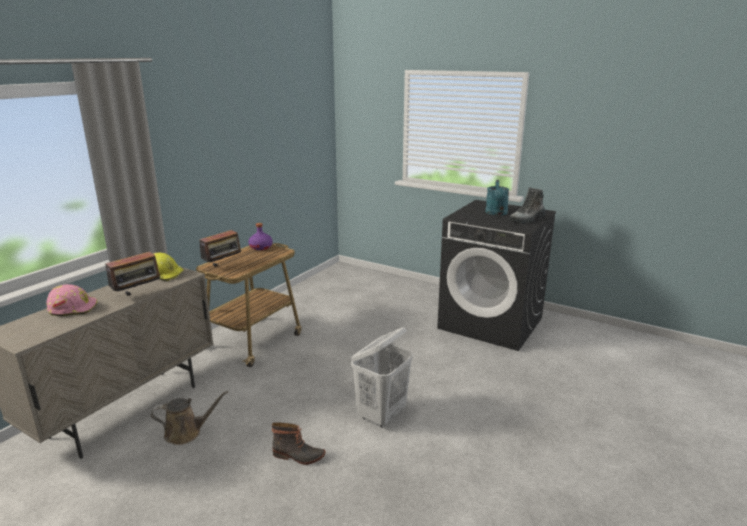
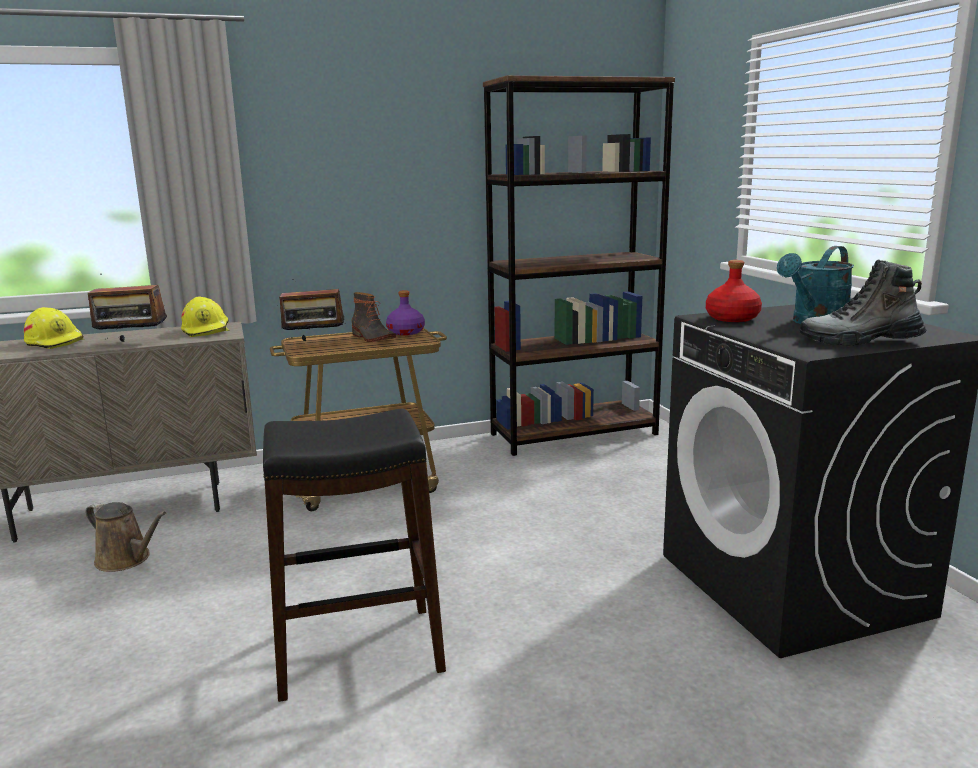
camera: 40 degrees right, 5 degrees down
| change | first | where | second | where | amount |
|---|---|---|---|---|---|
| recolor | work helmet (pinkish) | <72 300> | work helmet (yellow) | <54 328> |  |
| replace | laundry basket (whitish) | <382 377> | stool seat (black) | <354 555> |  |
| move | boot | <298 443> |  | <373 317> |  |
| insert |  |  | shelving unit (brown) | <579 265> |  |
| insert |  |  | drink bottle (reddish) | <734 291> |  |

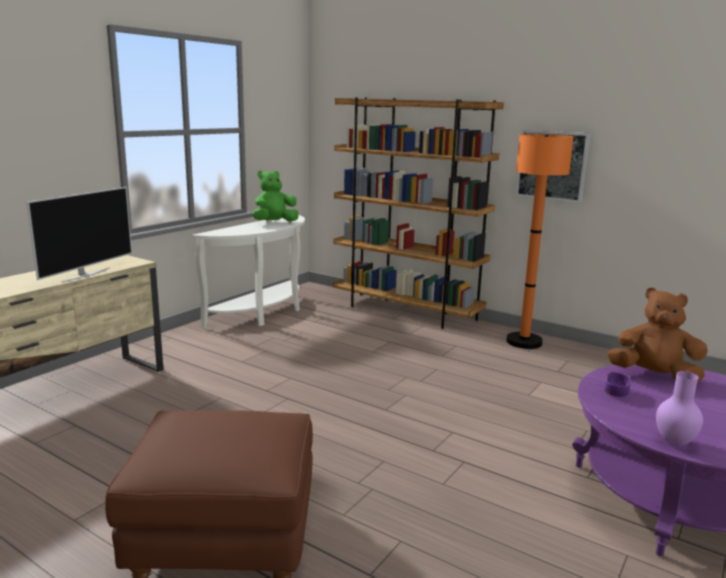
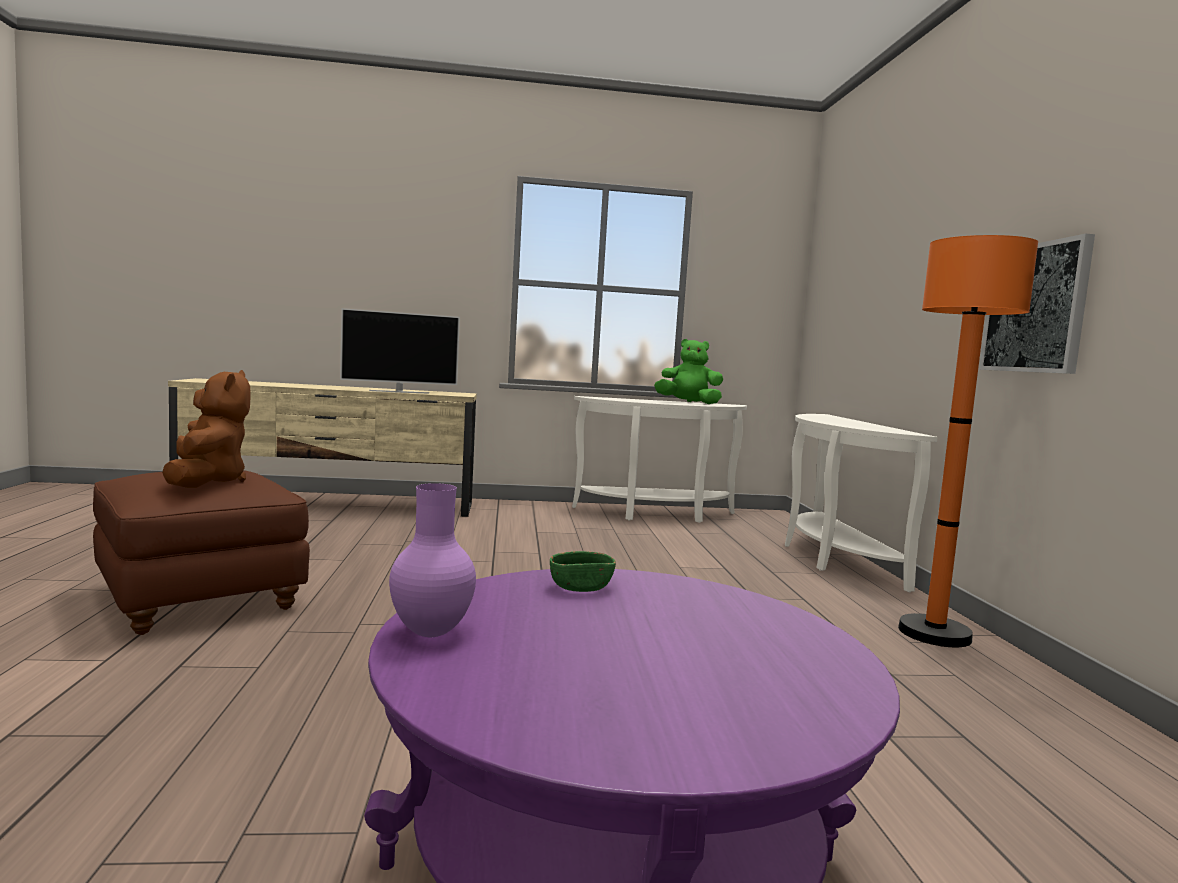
camera: 50 degrees right, 10 degrees down
| change | first | where | second | where | amount |
|---|---|---|---|---|---|
| replace | shelving unit (brown) | <418 213> | hall table (whitish) | <861 503> |  |
| move | plush toy (brown) | <658 335> |  | <206 429> |  |
| recolor | deep dish (purple-coloured) | <617 384> | deep dish (greenish) | <583 571> |  |

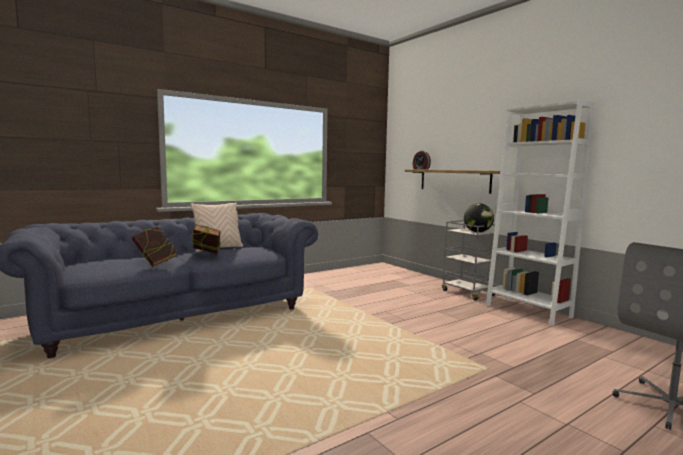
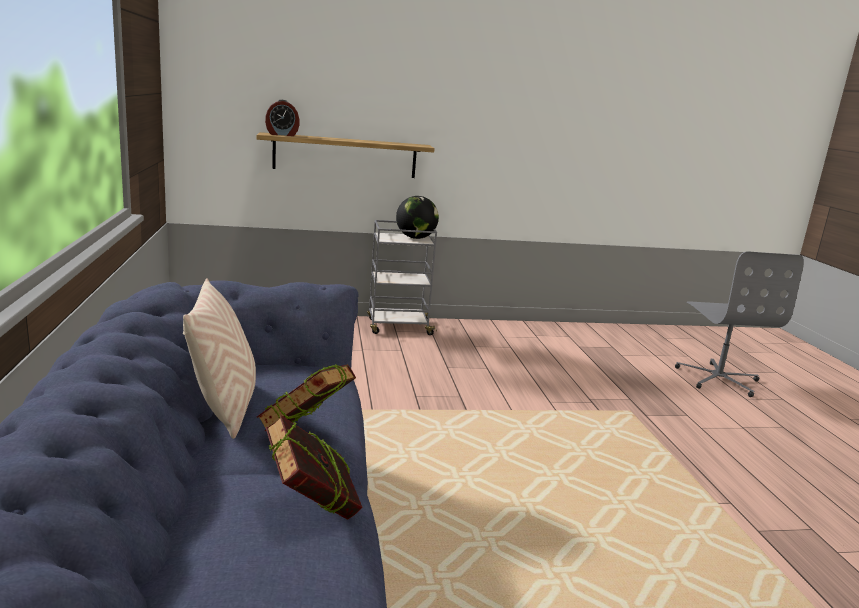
camera: 65 degrees left, 10 degrees up
| change | first | where | second | where | amount |
|---|---|---|---|---|---|
| delete | shelving unit (whitish) | <540 212> |  |  |  |

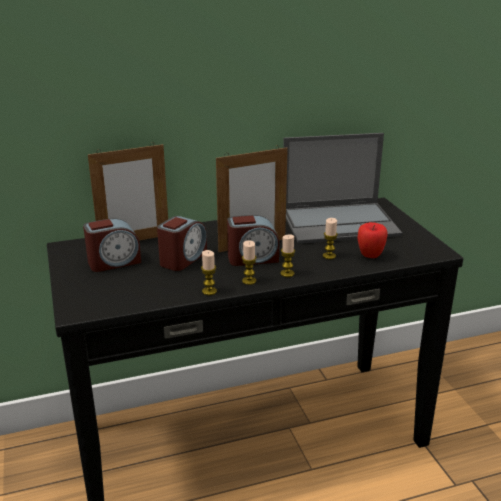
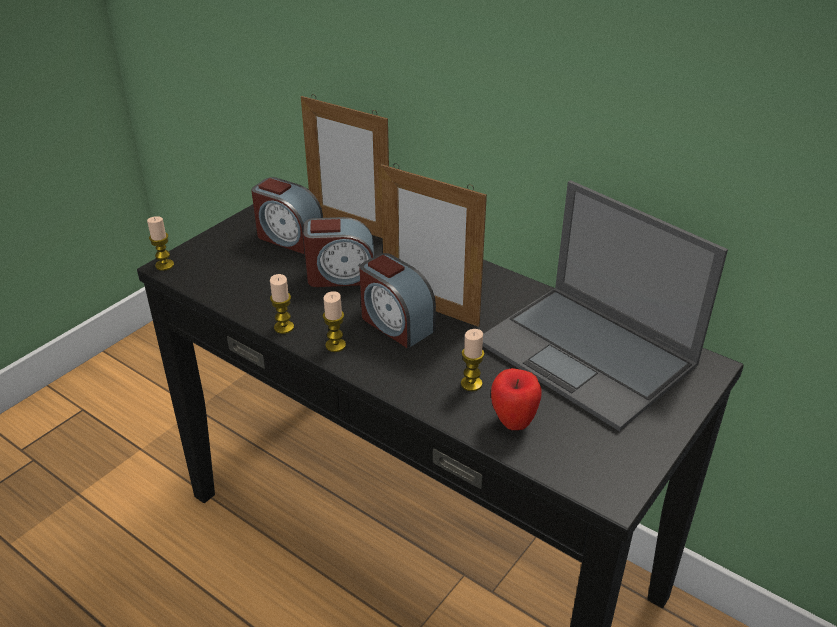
camera: 55 degrees right, 10 degrees up
| change | first | where | second | where | amount |
|---|---|---|---|---|---|
| move | candle | <287 255> |  | <160 243> |  |

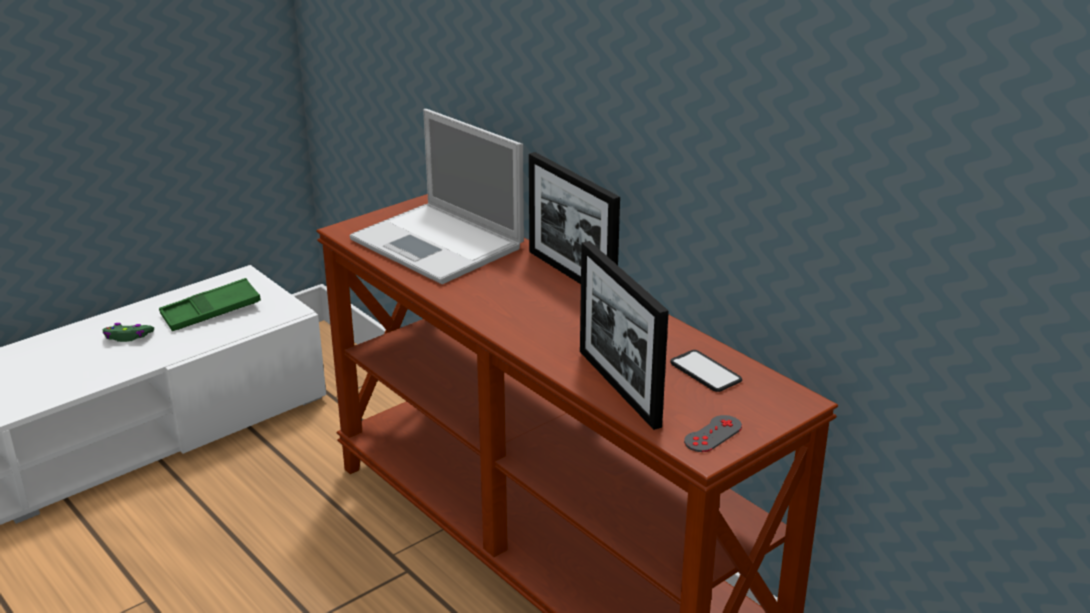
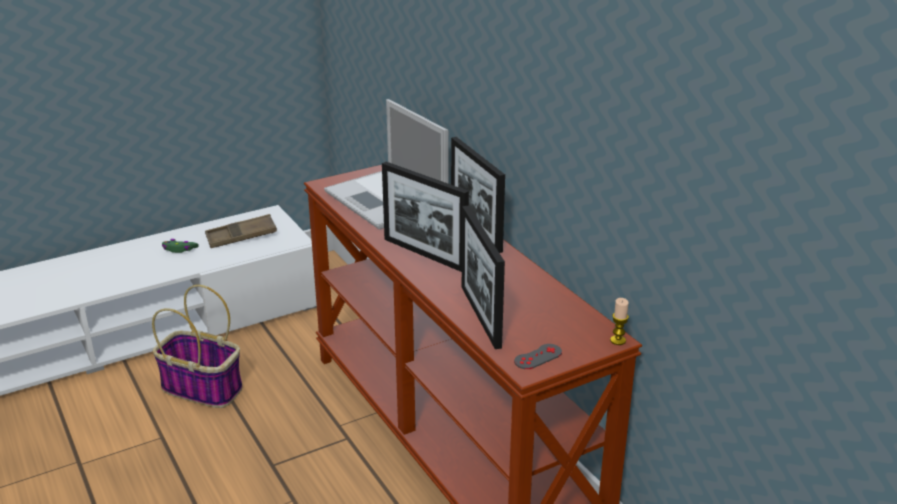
camera: 10 degrees right, 0 degrees up
| change | first | where | second | where | amount |
|---|---|---|---|---|---|
| recolor | serving tray (greenish) | <210 304> | serving tray (brown) | <241 231> |  |
| delete | telephone | <706 371> |  |  |  |
| insert |  |  | picture frame | <425 217> |  |
| insert |  |  | household basket | <197 346> |  |
| insert |  |  | candle | <619 321> |  |

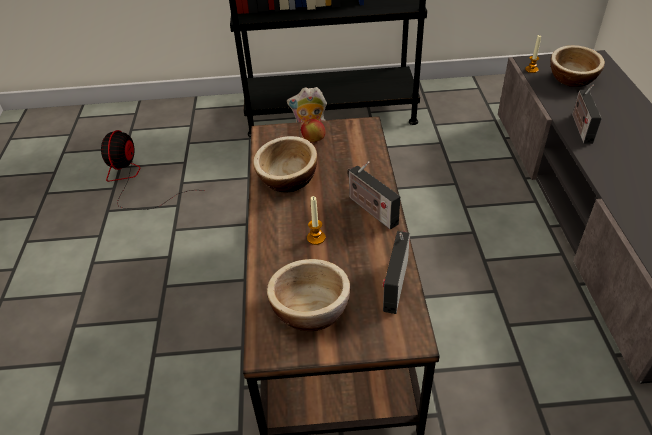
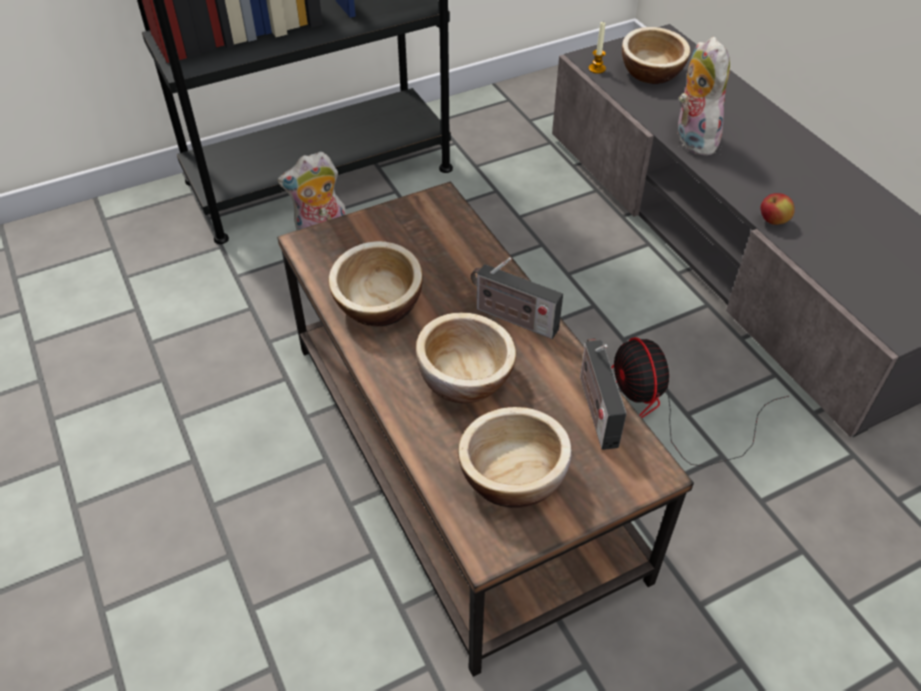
camera: 25 degrees left, 5 degrees up
| change | first | where | second | where | amount |
|---|---|---|---|---|---|
| replace | radio | <587 114> | plush toy | <703 96> |  |
| move | apple | <313 130> |  | <777 209> |  |
| move | cooling fan | <153 170> |  | <700 401> |  |
| replace | candle | <316 220> | deep dish | <466 358> |  |

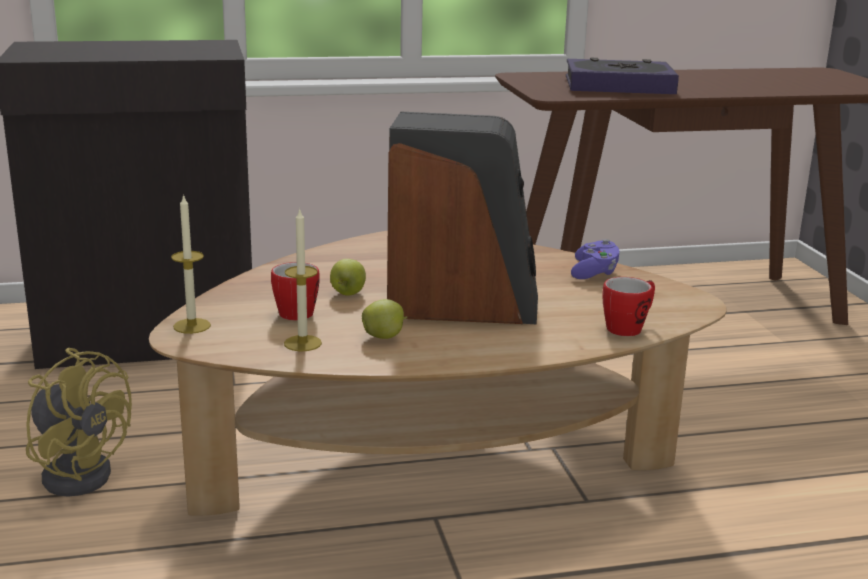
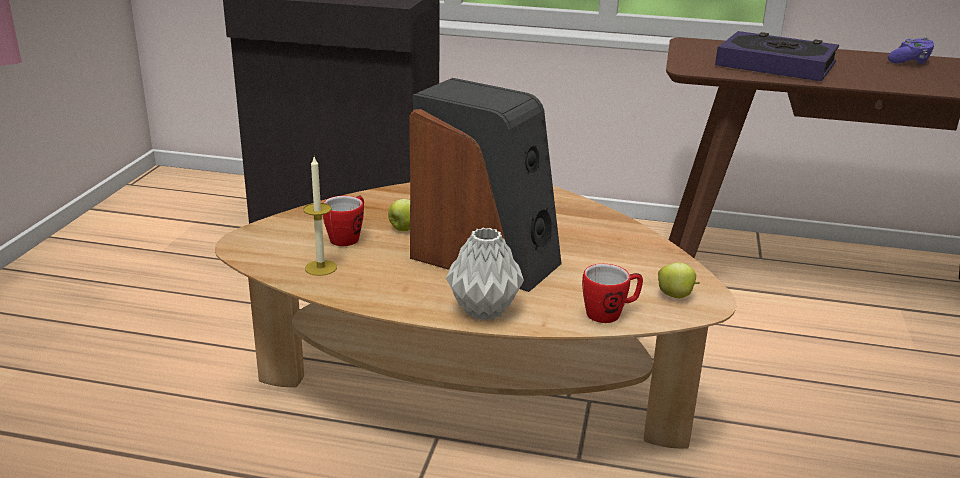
camera: 25 degrees right, 5 degrees up
| change | first | where | second | where | amount |
|---|---|---|---|---|---|
| delete | candle | <191 264> |  |  |  |
| move | joypad (purple-coloured) | <595 259> |  | <911 50> |  |
| move | apple | <385 319> |  | <679 280> |  |
| delete | cooling fan (yellow) | <79 422> |  |  |  |
| insert |  |  | decorative vase (gray) | <485 274> |  |

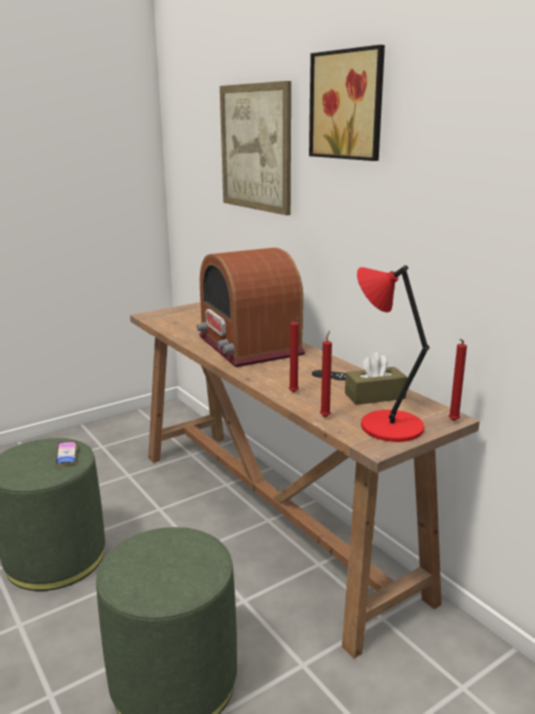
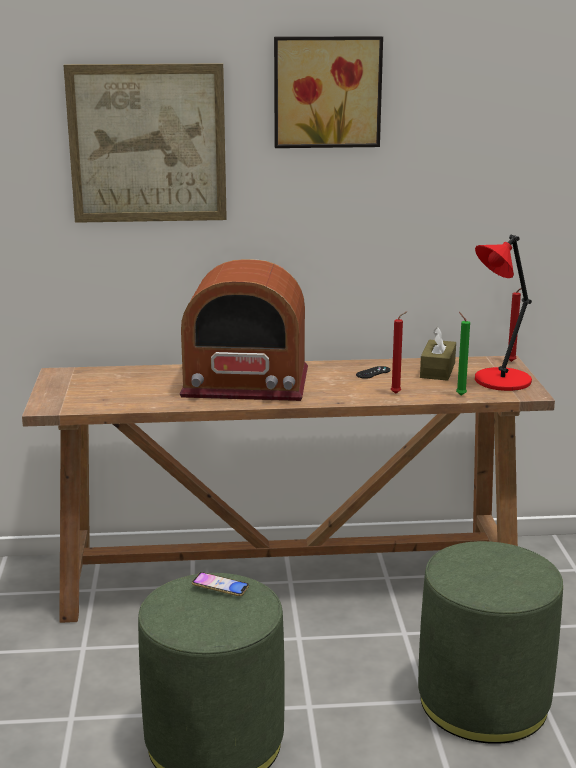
camera: 60 degrees left, 0 degrees up
| change | first | where | second | where | amount |
|---|---|---|---|---|---|
| recolor | candle (reddish) | <326 374> | candle (greenish) | <463 354> |  |

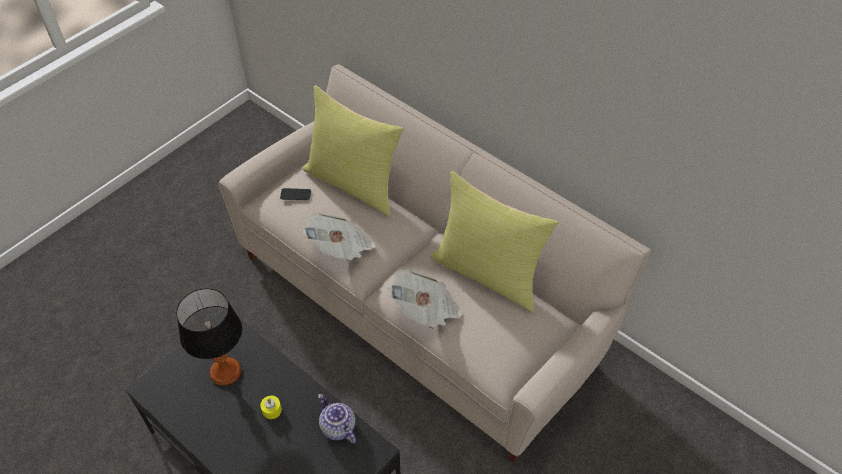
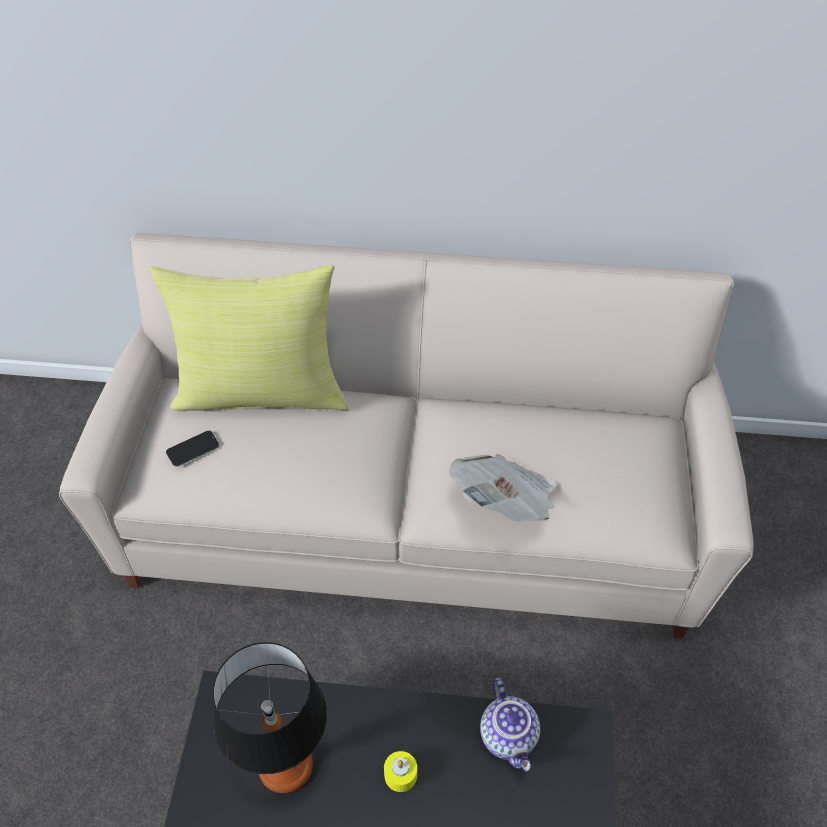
camera: 35 degrees left, 0 degrees up
| change | first | where | second | where | amount |
|---|---|---|---|---|---|
| delete | pillow (yellow) | <494 241> |  |  |  |
| delete | printed paper | <338 237> |  |  |  |
| rotate | pot for tea | <337 419> |  | <510 724> | 120 degrees counterclockwise |

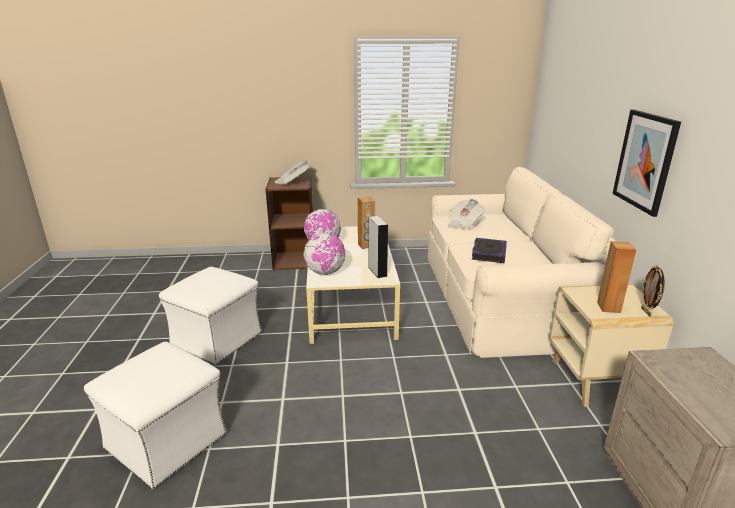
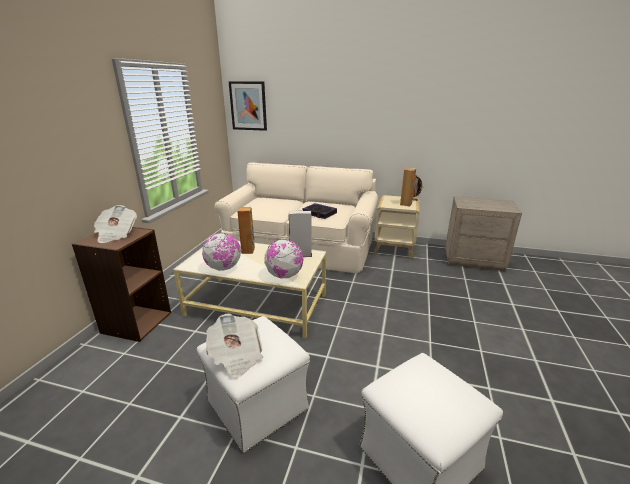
camera: 70 degrees left, 0 degrees up
| change | first | where | second | where | amount |
|---|---|---|---|---|---|
| move | picture | <647 163> |  | <248 106> |  |
| move | printed paper | <466 214> |  | <234 346> |  |

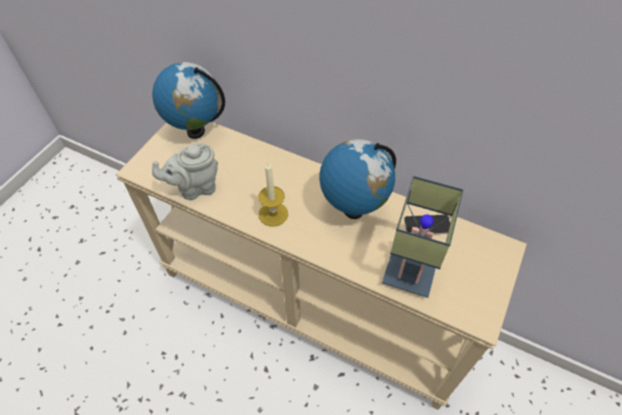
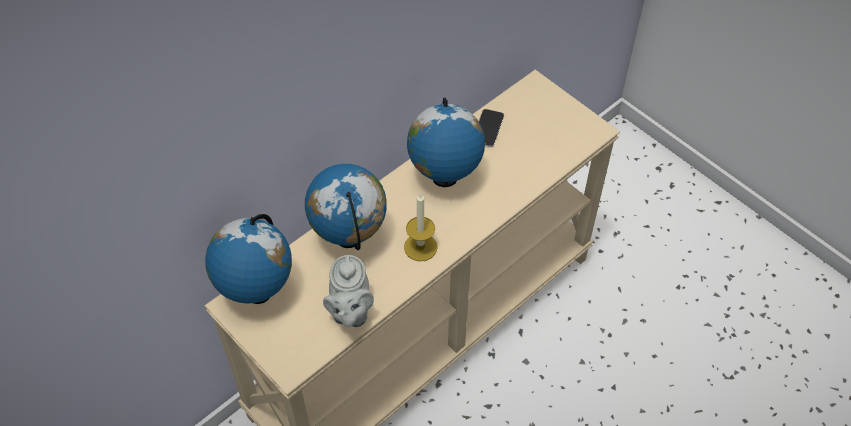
camera: 70 degrees left, 0 degrees up
| change | first | where | second | where | amount |
|---|---|---|---|---|---|
| delete | tabletop lamp | <423 237> |  |  |  |
| insert |  |  | desk globe | <346 207> |  |

